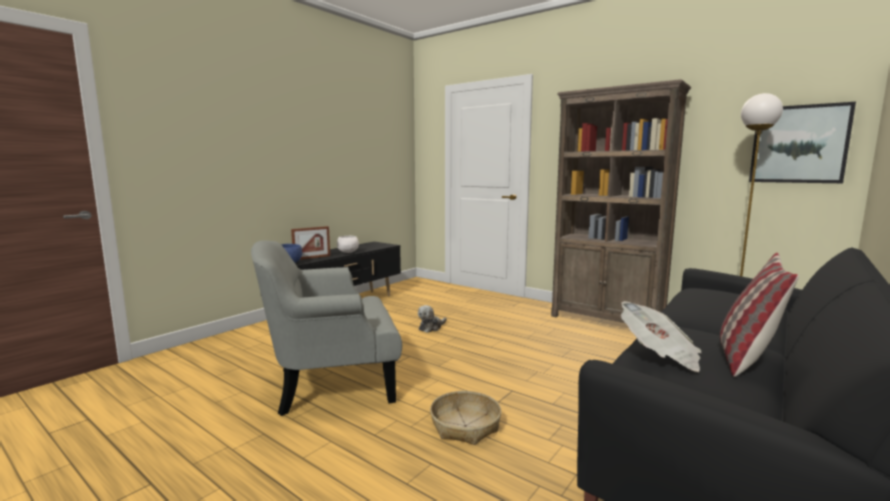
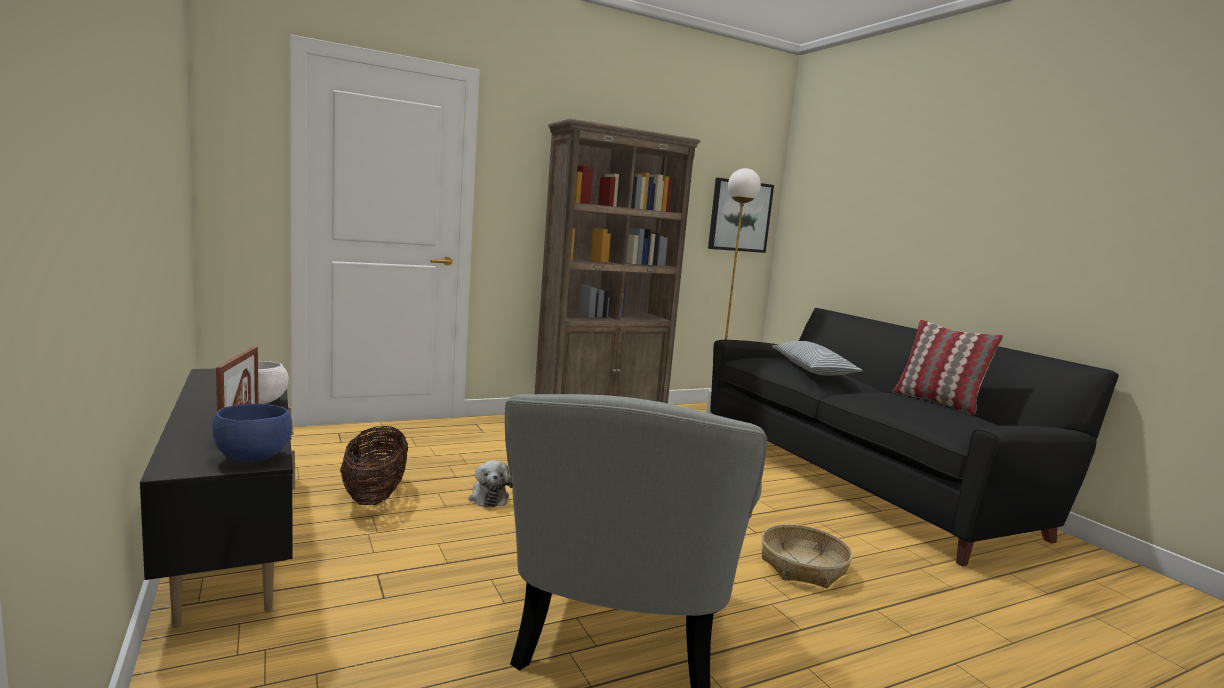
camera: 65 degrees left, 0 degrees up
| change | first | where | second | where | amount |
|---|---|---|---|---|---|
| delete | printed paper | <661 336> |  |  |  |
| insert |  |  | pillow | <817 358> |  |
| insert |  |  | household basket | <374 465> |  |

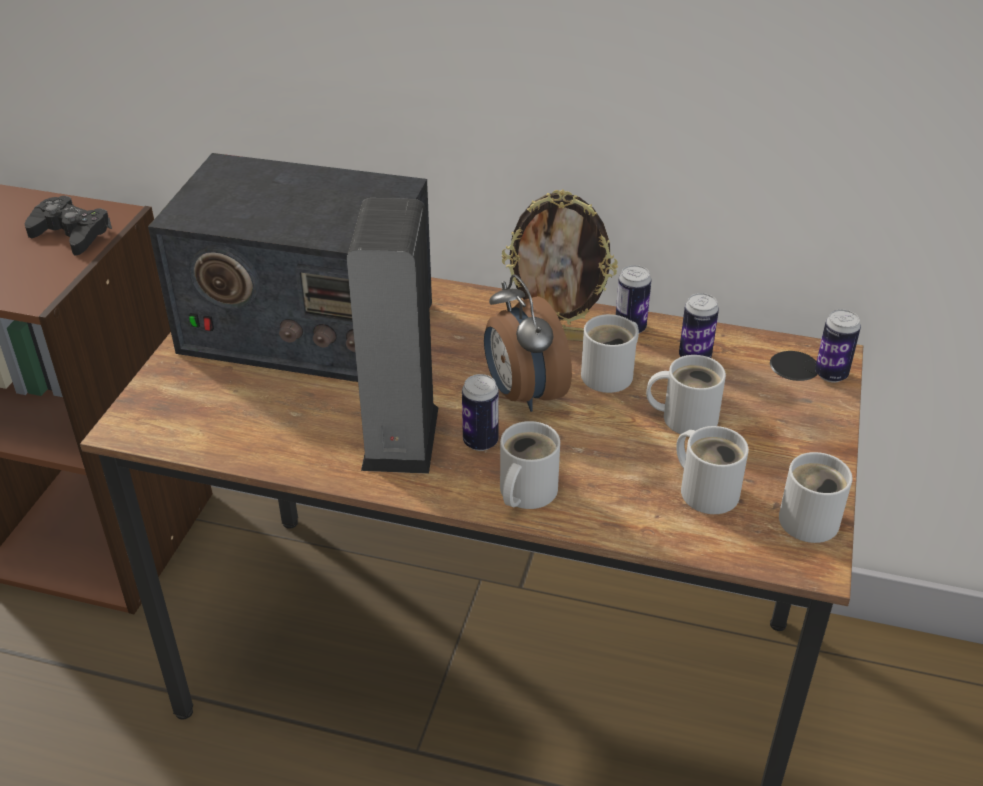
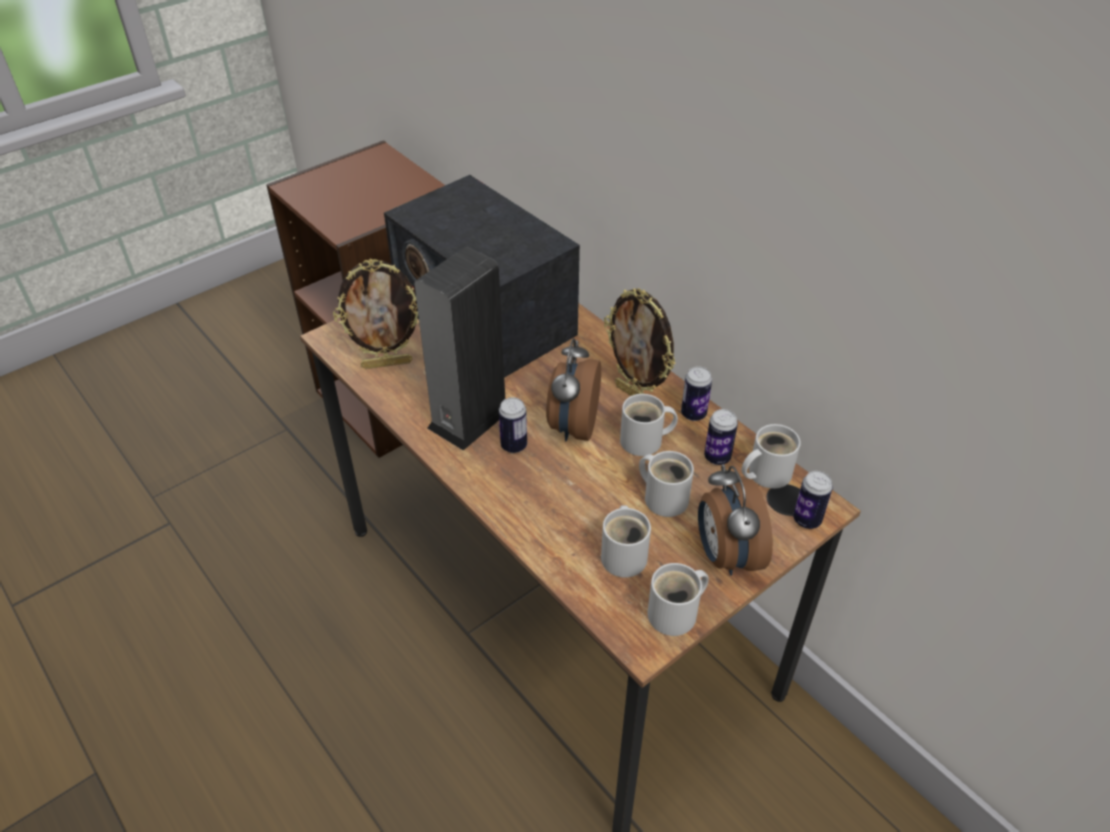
camera: 35 degrees right, 5 degrees up
| change | first | where | second | where | amount |
|---|---|---|---|---|---|
| delete | joypad (black) | <68 226> |  |  |  |
| move | mug (whitish) | <530 465> |  | <771 456> |  |
| insert |  |  | picture frame | <375 314> |  |
| insert |  |  | alarm clock | <735 520> |  |

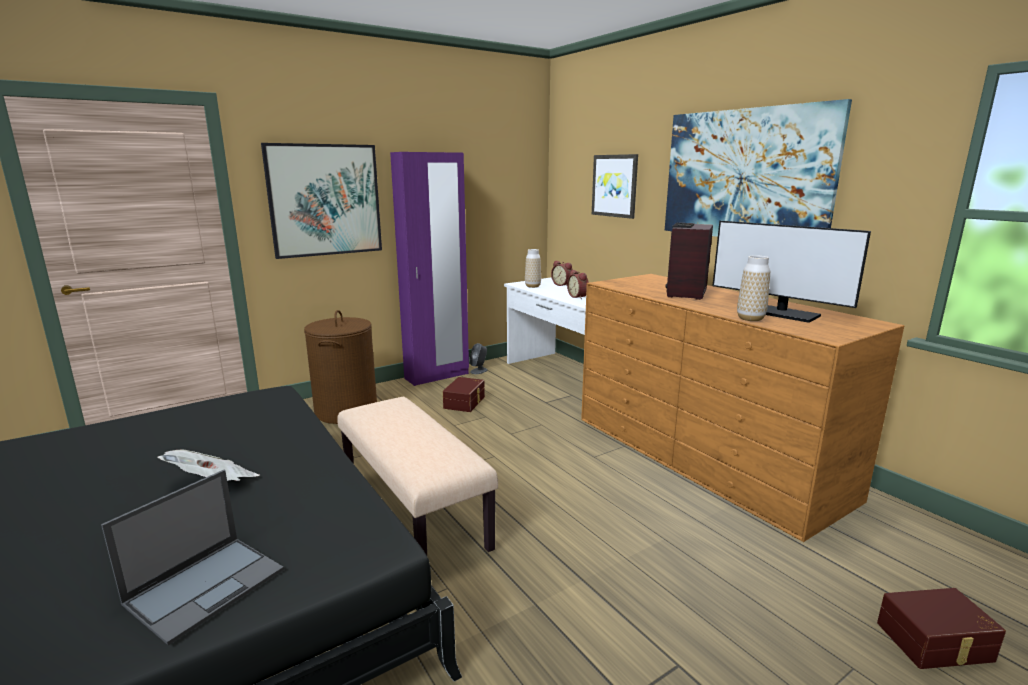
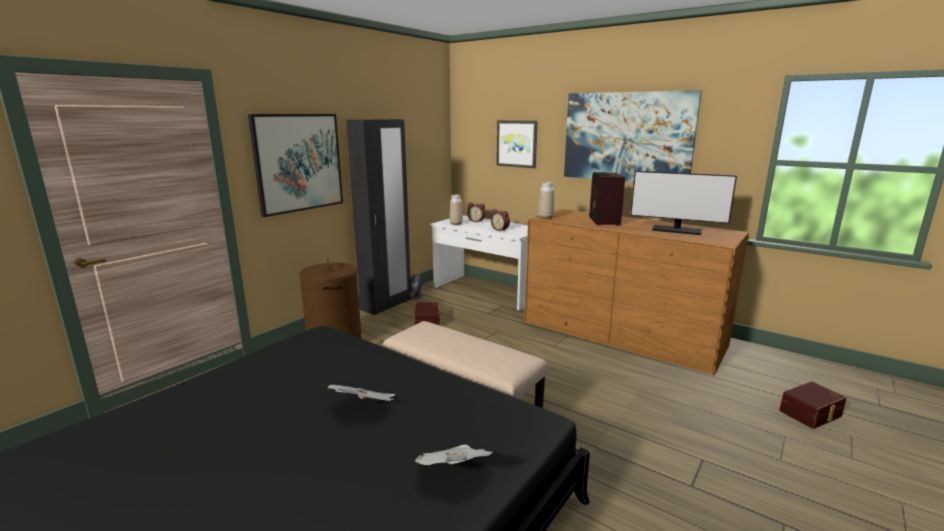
camera: 20 degrees left, 0 degrees up
| change | first | where | second | where | amount |
|---|---|---|---|---|---|
| recolor | armoire (purple-coloured) | <429 269> | armoire (black) | <378 217> |  |
| move | decorative vase | <753 288> |  | <546 200> |  |
| replace | notebook computer | <192 557> | printed paper | <454 455> |  |

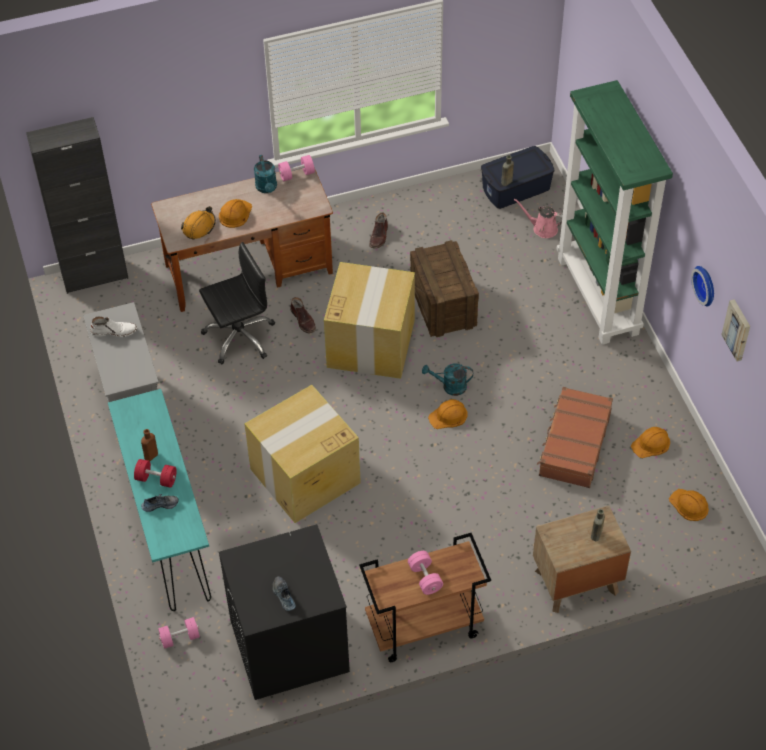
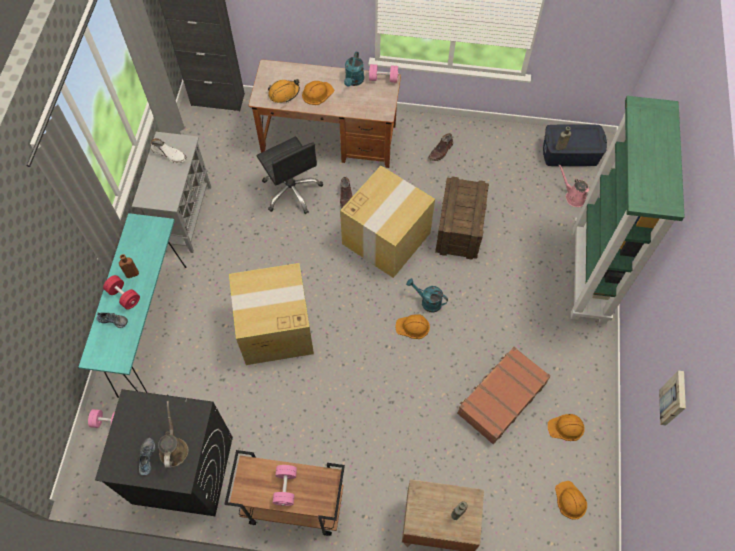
camera: 25 degrees right, 10 degrees up
| change | first | where | second | where | amount |
|---|---|---|---|---|---|
| rotate | office chair (black) | <237 303> |  | <290 175> | 60 degrees clockwise |
| delete | clock on the wall | <702 286> |  |  |  |
| insert |  |  | watering pot (brown) | <173 434> |  |

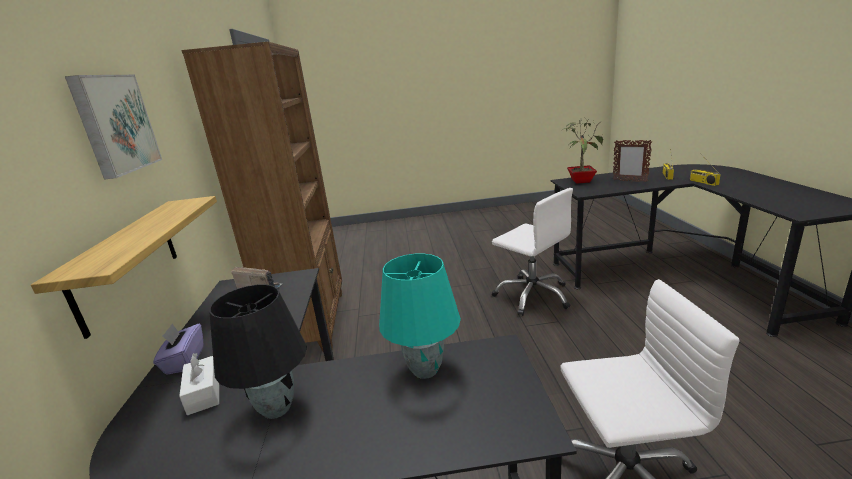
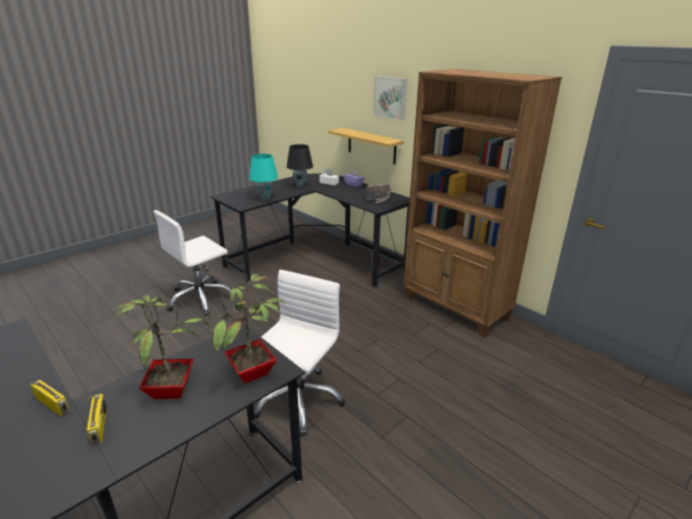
camera: 140 degrees right, 5 degrees up
| change | first | where | second | where | amount |
|---|---|---|---|---|---|
| replace | picture frame | <632 160> | potted plant | <162 347> |  |
| rotate | office chair (whitish) | <532 252> |  | <299 353> | 105 degrees clockwise |

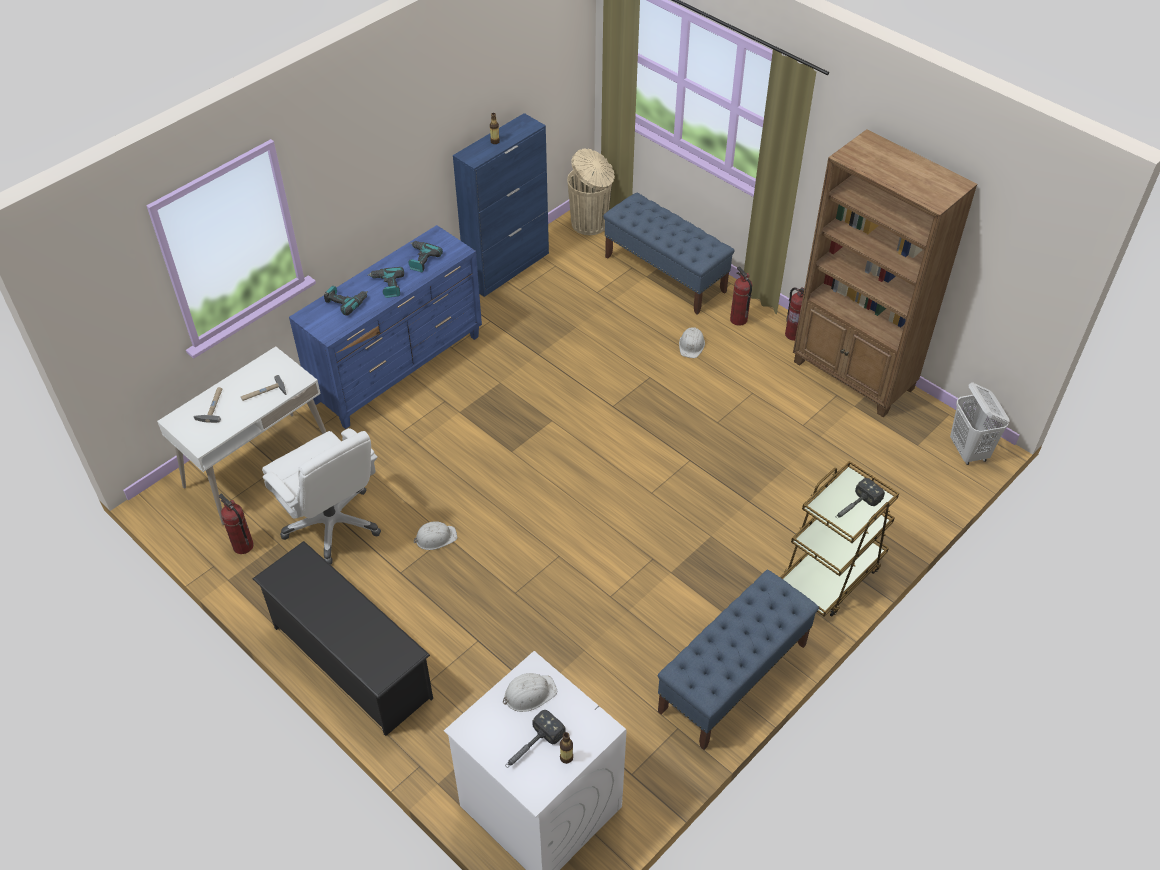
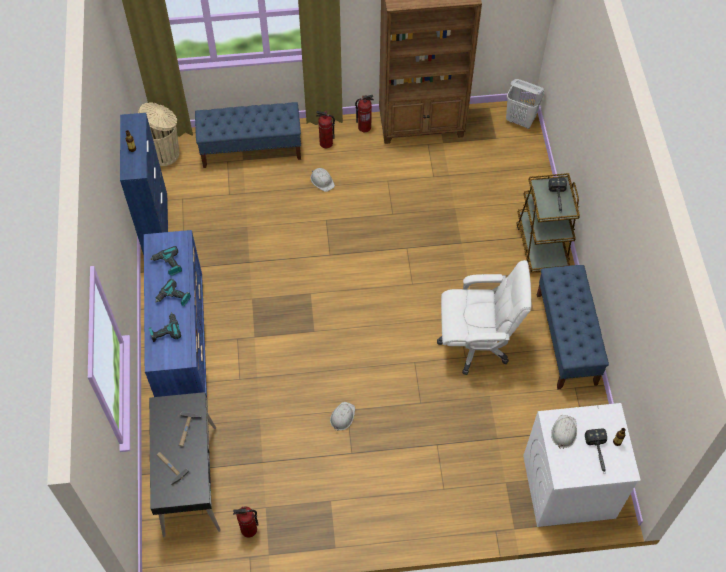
camera: 50 degrees left, 10 degrees up
| change | first | where | second | where | amount |
|---|---|---|---|---|---|
| recolor | desk (whitish) | <241 435> | desk (black) | <185 464> |  |
| move | office chair (whitish) | <321 496> |  | <484 317> |  |
| delete | shoe shelf (black) | <343 638> |  |  |  |

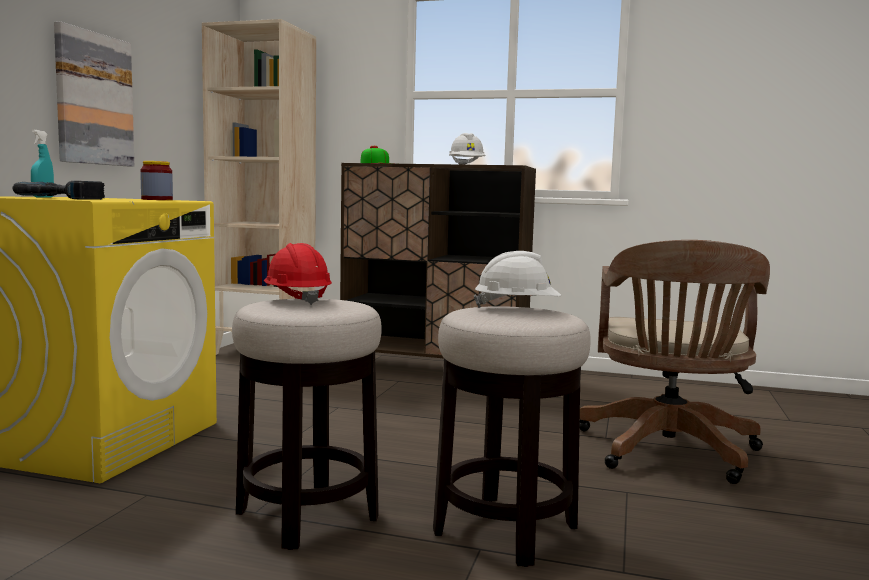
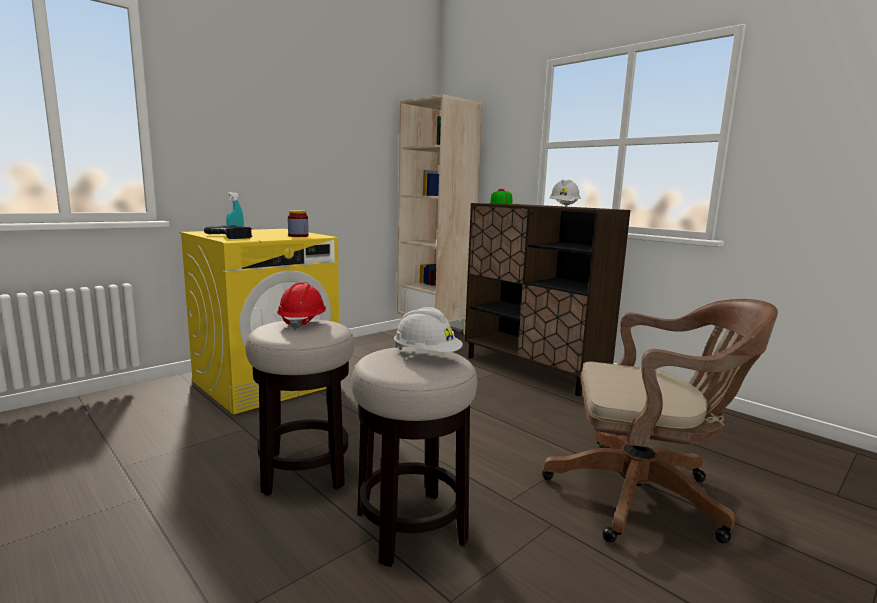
camera: 30 degrees right, 5 degrees up
| change | first | where | second | where | amount |
|---|---|---|---|---|---|
| delete | picture | <94 94> |  |  |  |
| rotate | office chair (brown) | <674 362> |  | <660 421> | 120 degrees counterclockwise |

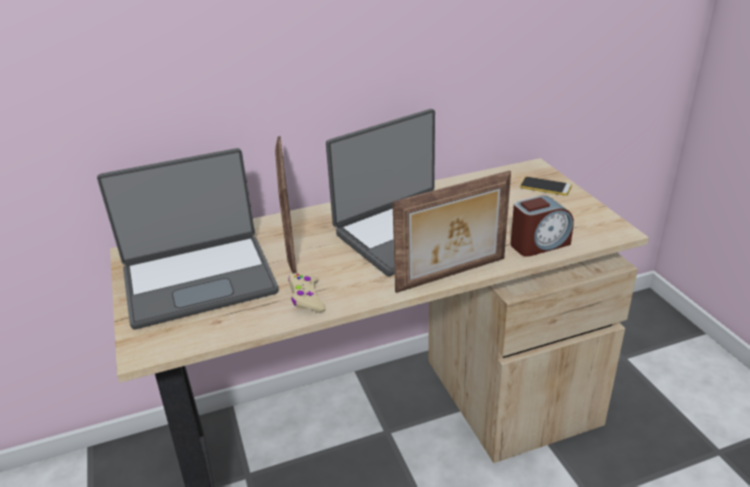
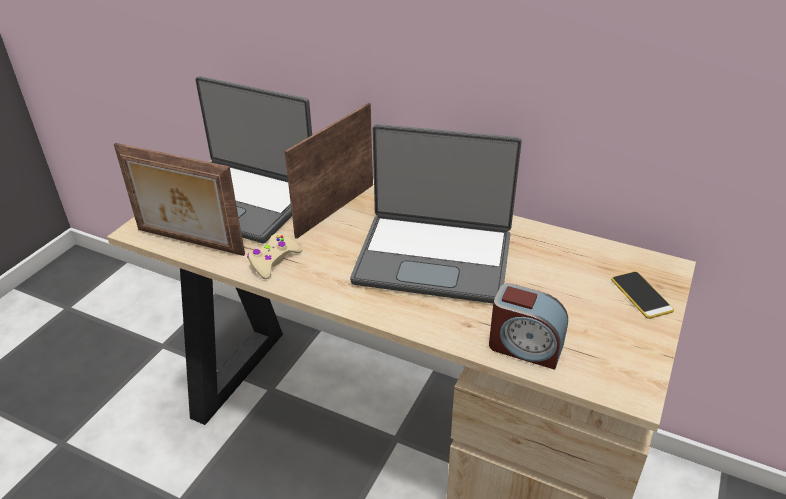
camera: 45 degrees right, 5 degrees up
| change | first | where | second | where | amount |
|---|---|---|---|---|---|
| move | picture frame | <451 231> |  | <179 199> |  |

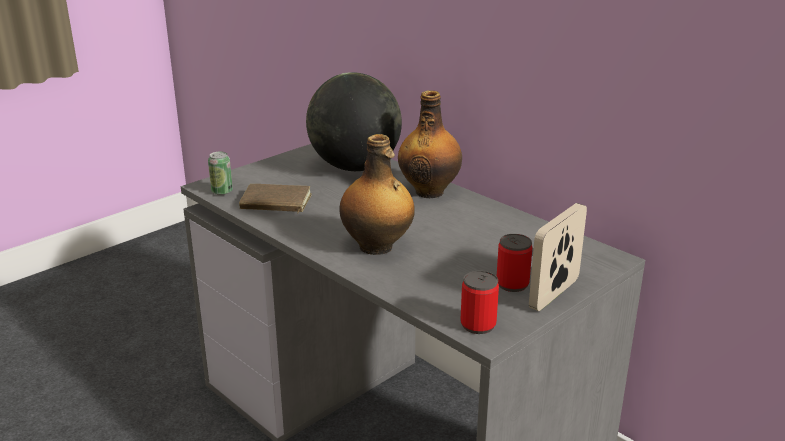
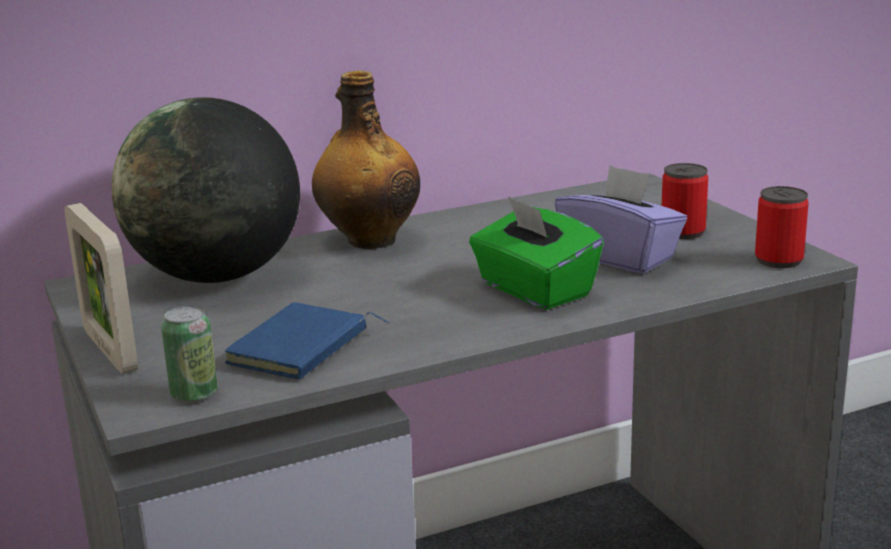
camera: 70 degrees left, 5 degrees down
| change | first | where | second | where | amount |
|---|---|---|---|---|---|
| replace | drink bottle | <377 194> | tissue holder (greenish) | <536 253> |  |
| recolor | bound book (brown) | <275 198> | bound book (blue) | <307 341> |  |
| move | picture frame | <558 257> |  | <101 288> |  |
| insert |  |  | tissue holder (purple-coloured) | <621 219> |  |

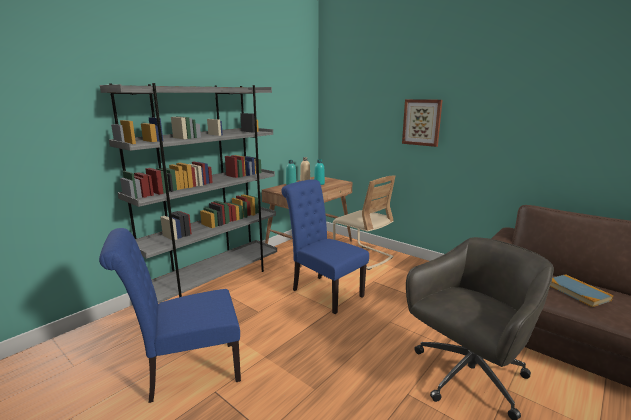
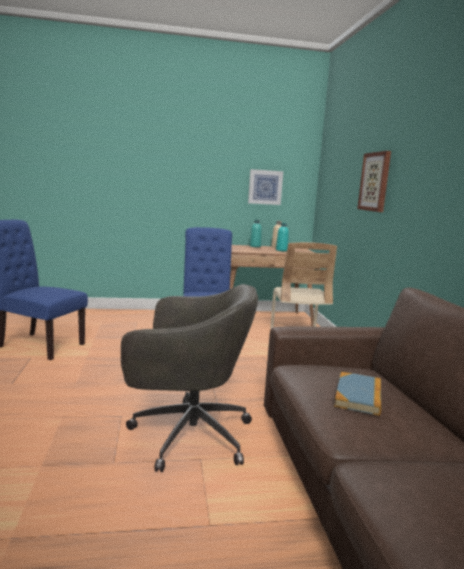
camera: 40 degrees right, 5 degrees down
| change | first | where | second | where | amount |
|---|---|---|---|---|---|
| delete | shelving unit (gray) | <188 193> |  |  |  |
| insert |  |  | picture | <265 187> |  |

